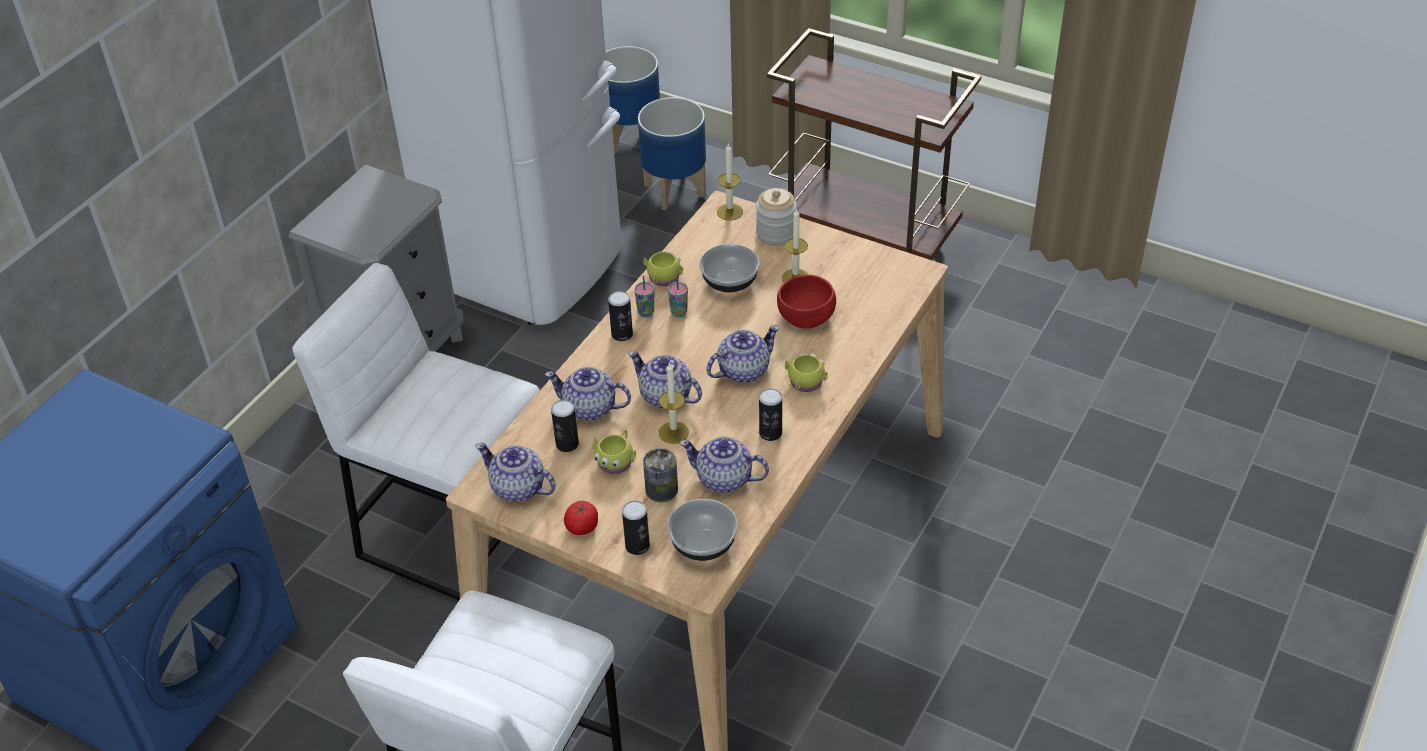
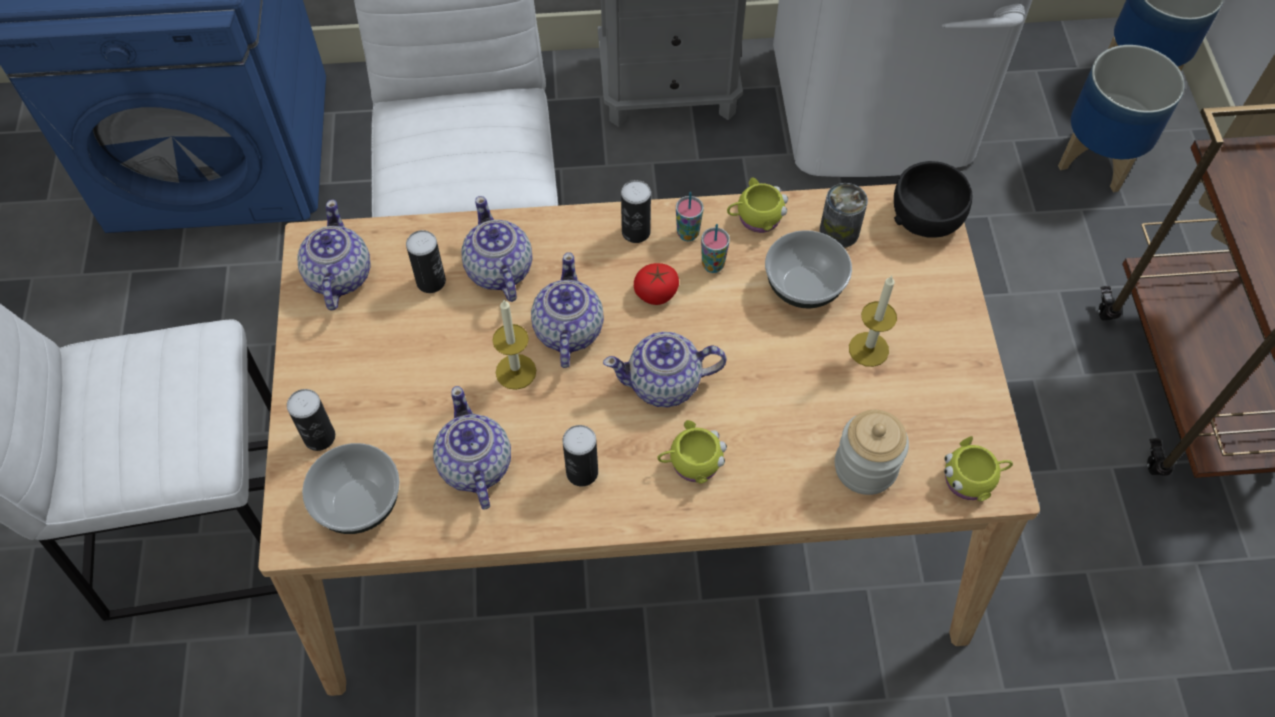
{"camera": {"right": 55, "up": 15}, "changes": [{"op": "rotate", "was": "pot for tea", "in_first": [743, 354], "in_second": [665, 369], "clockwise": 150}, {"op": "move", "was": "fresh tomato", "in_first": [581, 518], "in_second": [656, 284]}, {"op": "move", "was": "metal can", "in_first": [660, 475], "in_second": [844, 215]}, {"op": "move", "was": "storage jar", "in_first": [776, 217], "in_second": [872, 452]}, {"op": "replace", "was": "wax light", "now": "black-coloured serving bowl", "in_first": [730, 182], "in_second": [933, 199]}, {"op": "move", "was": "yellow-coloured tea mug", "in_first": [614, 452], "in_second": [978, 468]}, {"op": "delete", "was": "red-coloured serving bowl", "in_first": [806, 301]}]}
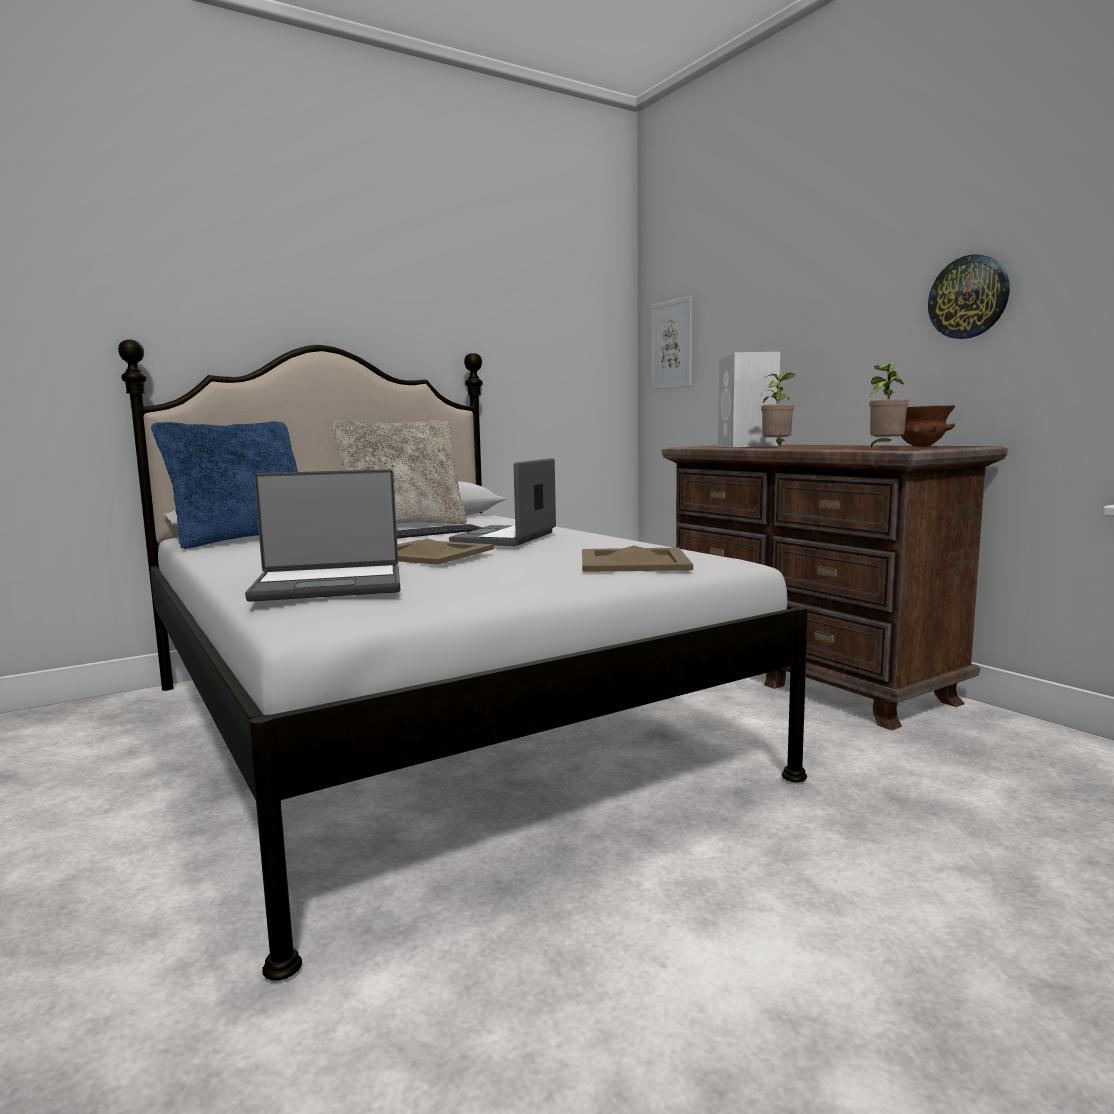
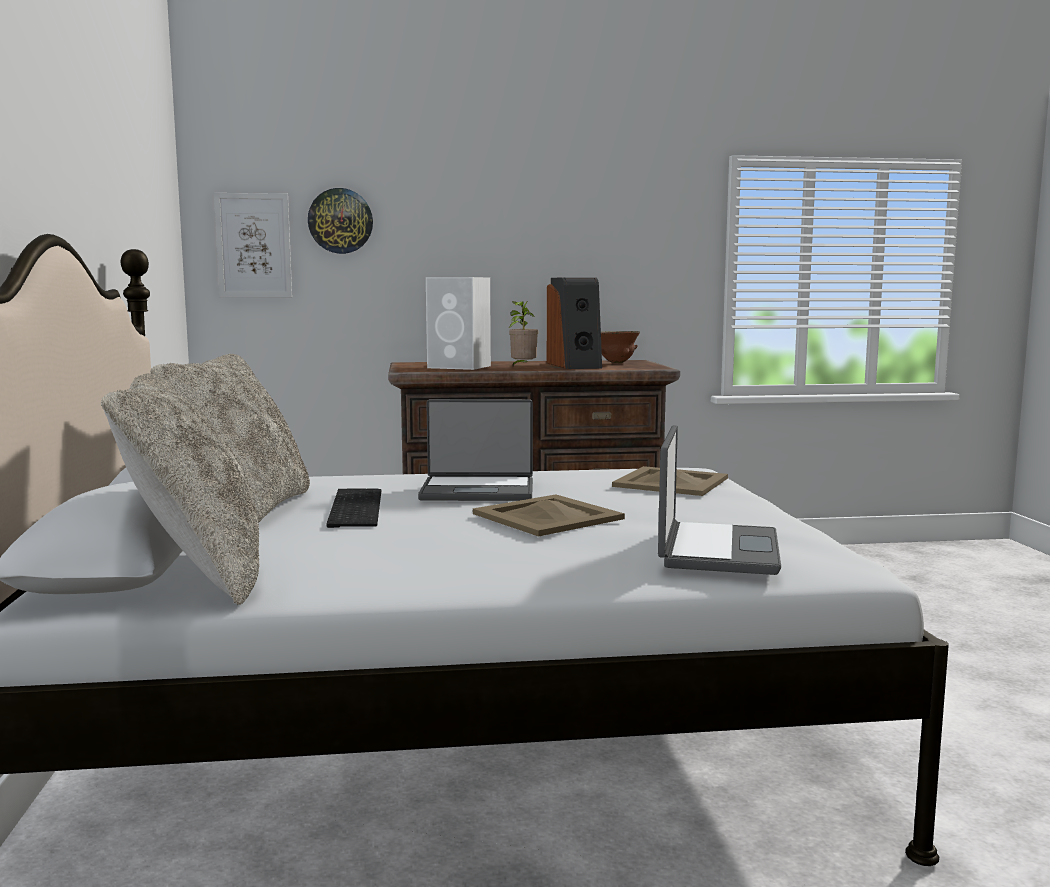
{"camera": {"right": -65, "up": 0}, "changes": [{"op": "recolor", "was": "blue-coloured pillow", "now": "beige-coloured pillow", "in_first": [224, 485], "in_second": [180, 489]}, {"op": "move", "was": "hanging clock", "in_first": [969, 296], "in_second": [340, 221]}, {"op": "rotate", "was": "portable computer", "in_first": [502, 502], "in_second": [475, 450], "clockwise": -45}, {"op": "insert", "now": "speaker", "in_second": [574, 323]}, {"op": "delete", "was": "plant in a pot", "in_first": [889, 406]}]}
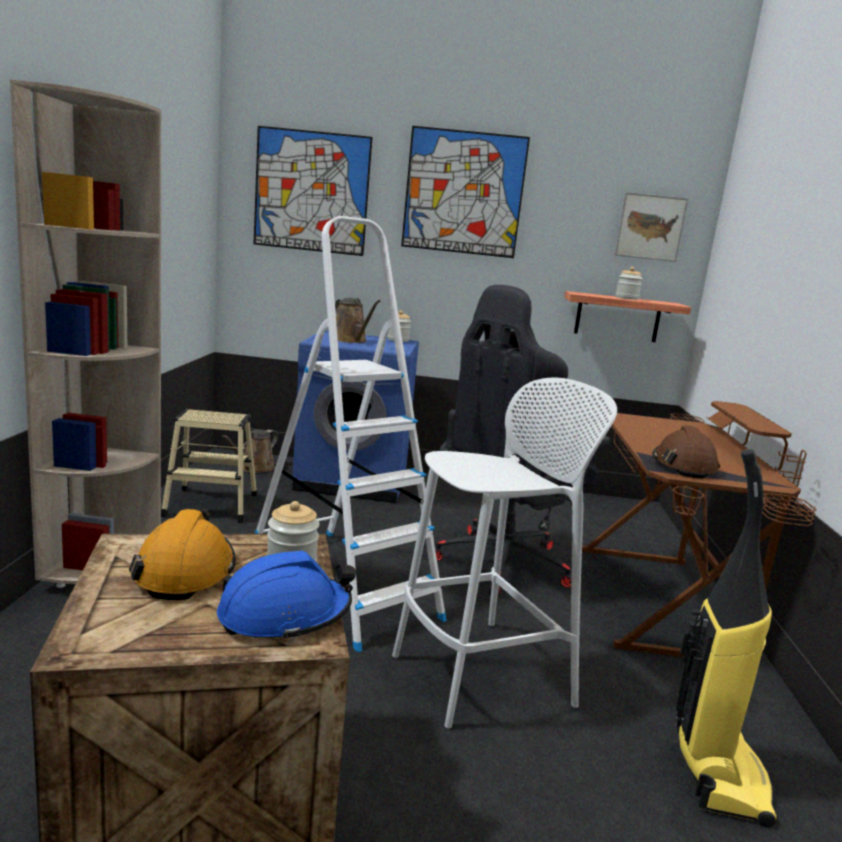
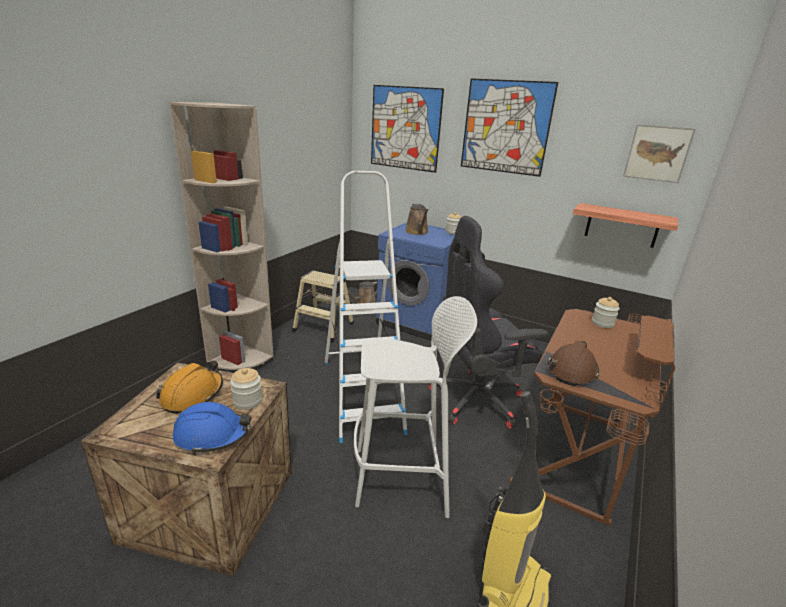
{"camera": {"right": 25, "up": 10}, "changes": [{"op": "move", "was": "storage jar", "in_first": [629, 283], "in_second": [606, 312]}]}
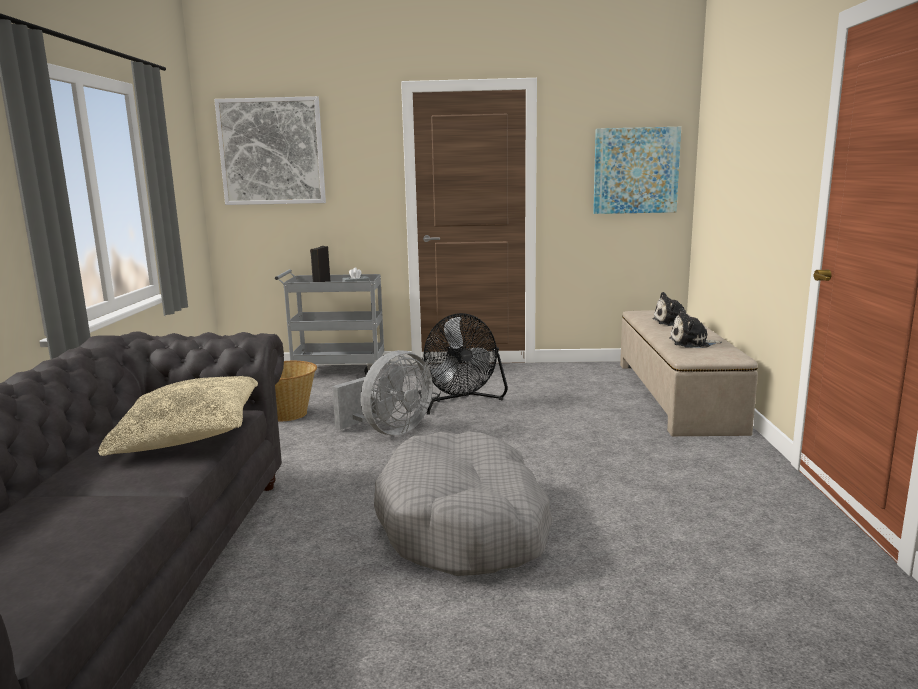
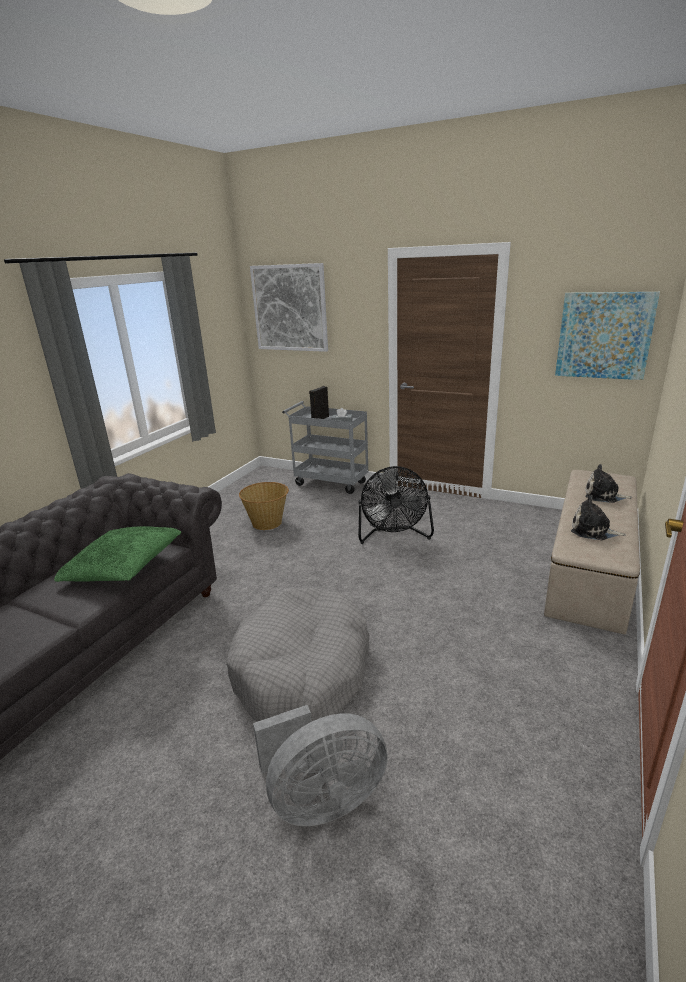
{"camera": {"right": 25, "up": 10}, "changes": [{"op": "recolor", "was": "beige-coloured pillow", "now": "greenish pillow", "in_first": [178, 416], "in_second": [117, 554]}, {"op": "move", "was": "grey cooling fan", "in_first": [382, 392], "in_second": [320, 765]}]}
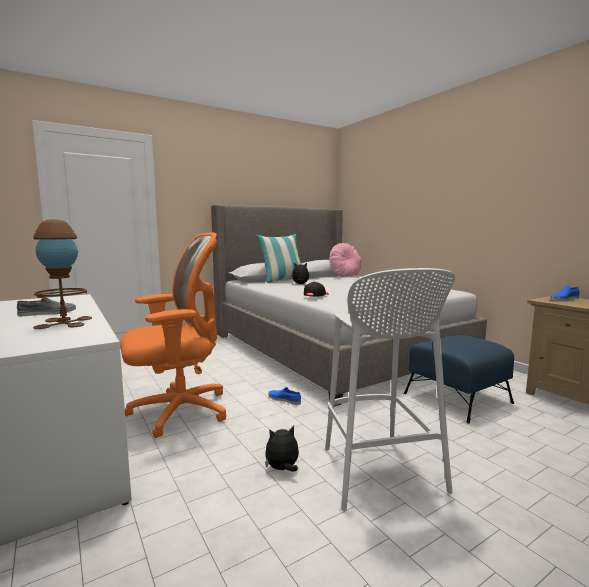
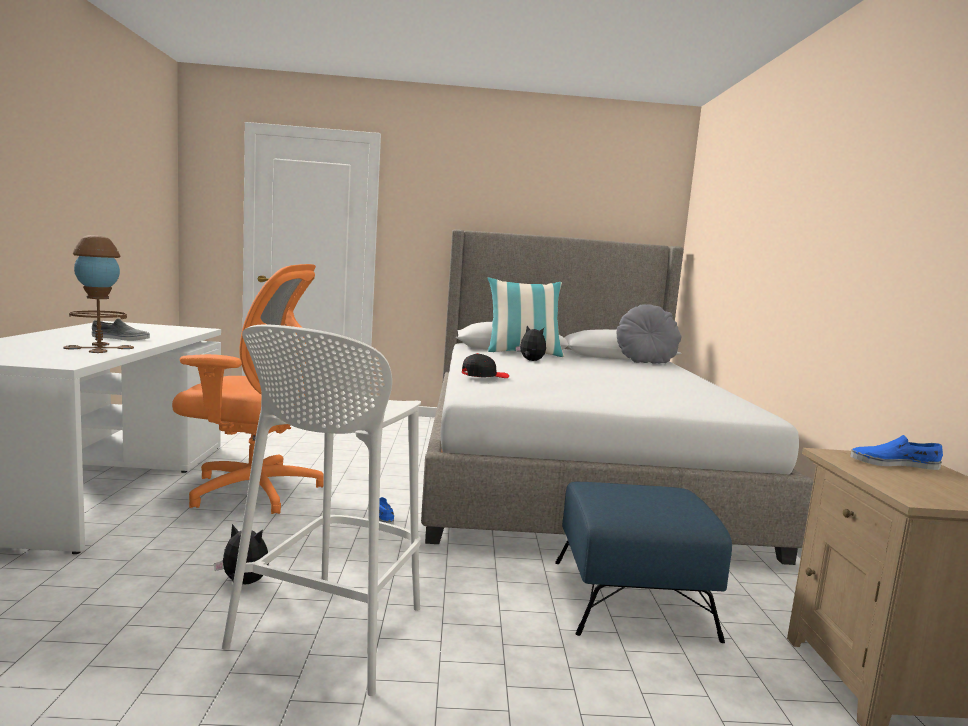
{"camera": {"right": 30, "up": 0}, "changes": [{"op": "recolor", "was": "pink-coloured pillow", "now": "grey pillow", "in_first": [345, 260], "in_second": [649, 334]}]}
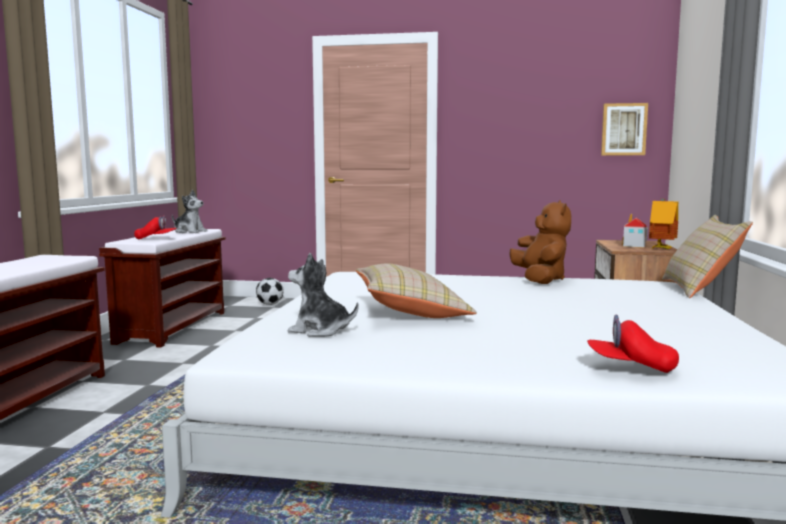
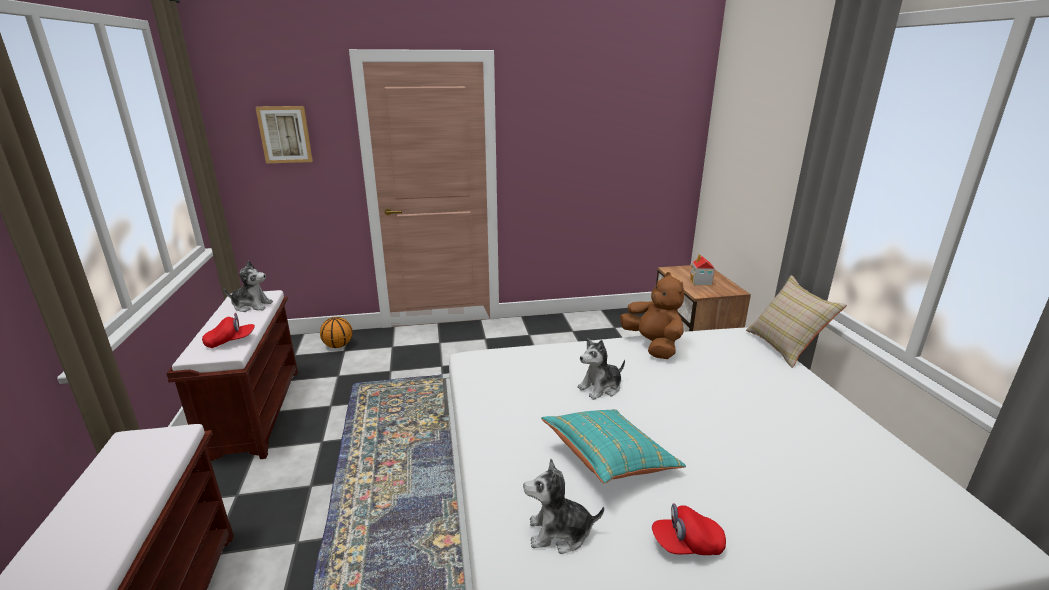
{"camera": {"right": -20, "up": 15}, "changes": [{"op": "move", "was": "picture", "in_first": [624, 129], "in_second": [284, 134]}, {"op": "replace", "was": "ball for football", "now": "basketball", "in_first": [270, 291], "in_second": [336, 332]}, {"op": "recolor", "was": "beige-coloured pillow", "now": "blue-green pillow", "in_first": [416, 291], "in_second": [613, 446]}, {"op": "insert", "now": "cuddly toy", "in_second": [601, 369]}, {"op": "move", "was": "red-coloured peaked cap", "in_first": [633, 344], "in_second": [689, 529]}, {"op": "delete", "was": "toy house", "in_first": [663, 224]}]}
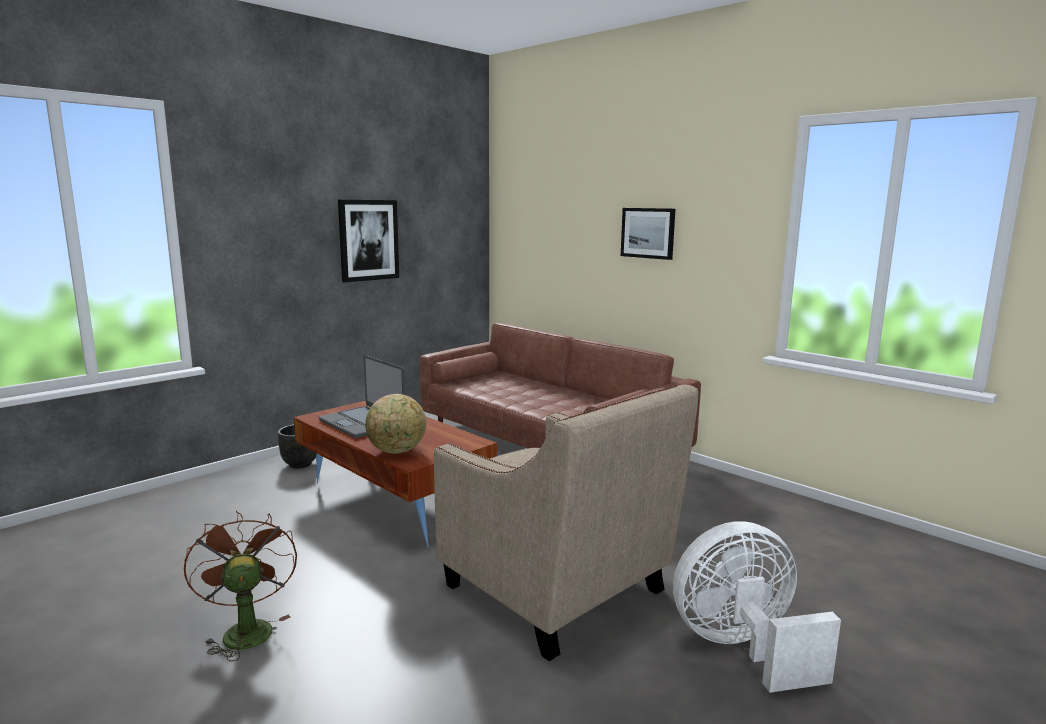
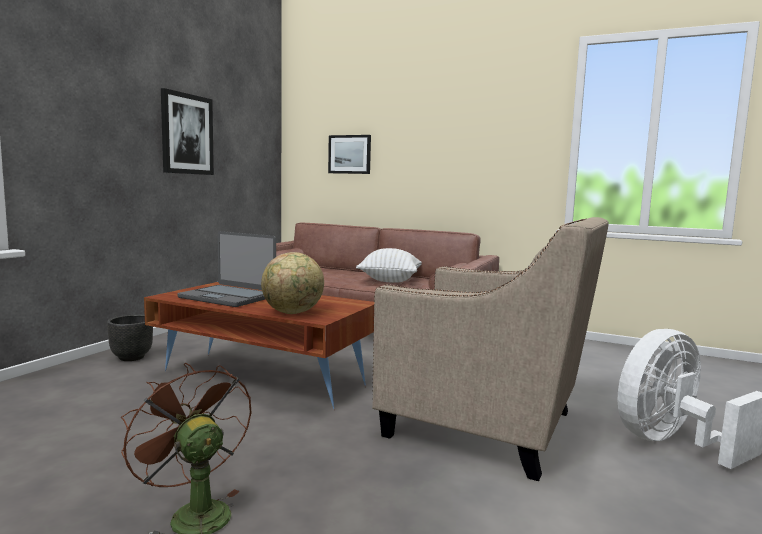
{"camera": {"right": -20, "up": -5}, "changes": [{"op": "move", "was": "picture", "in_first": [648, 234], "in_second": [349, 154]}, {"op": "insert", "now": "white pillow", "in_second": [389, 265]}]}
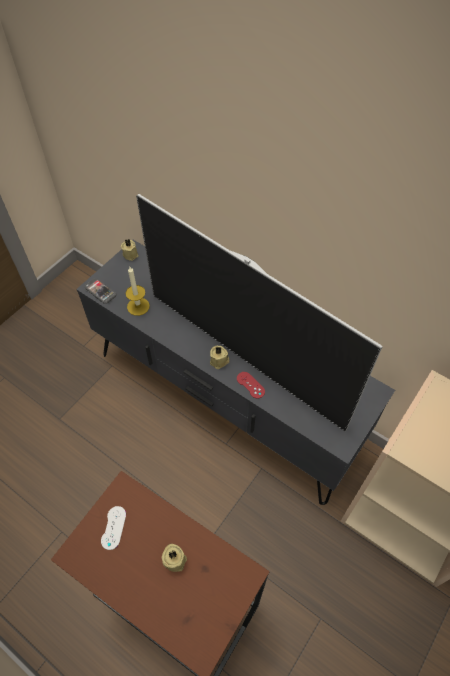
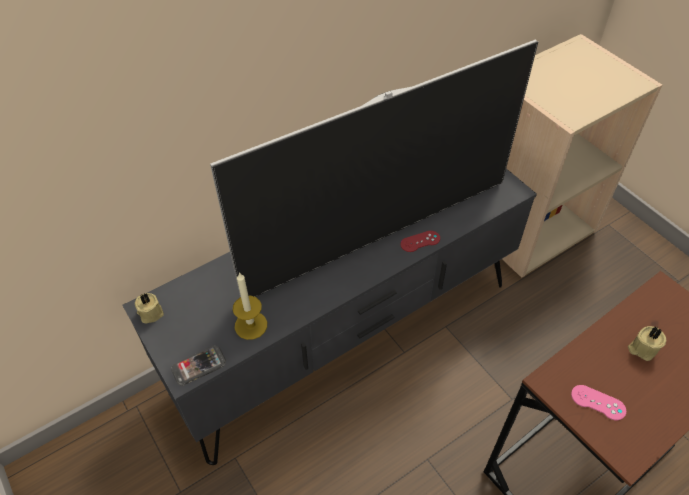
{"camera": {"right": -70, "up": -5}, "changes": [{"op": "recolor", "was": "white gamepad", "now": "pink-coloured gamepad", "in_first": [113, 528], "in_second": [598, 402]}, {"op": "delete", "was": "beige-coloured wax light", "in_first": [219, 357]}]}
